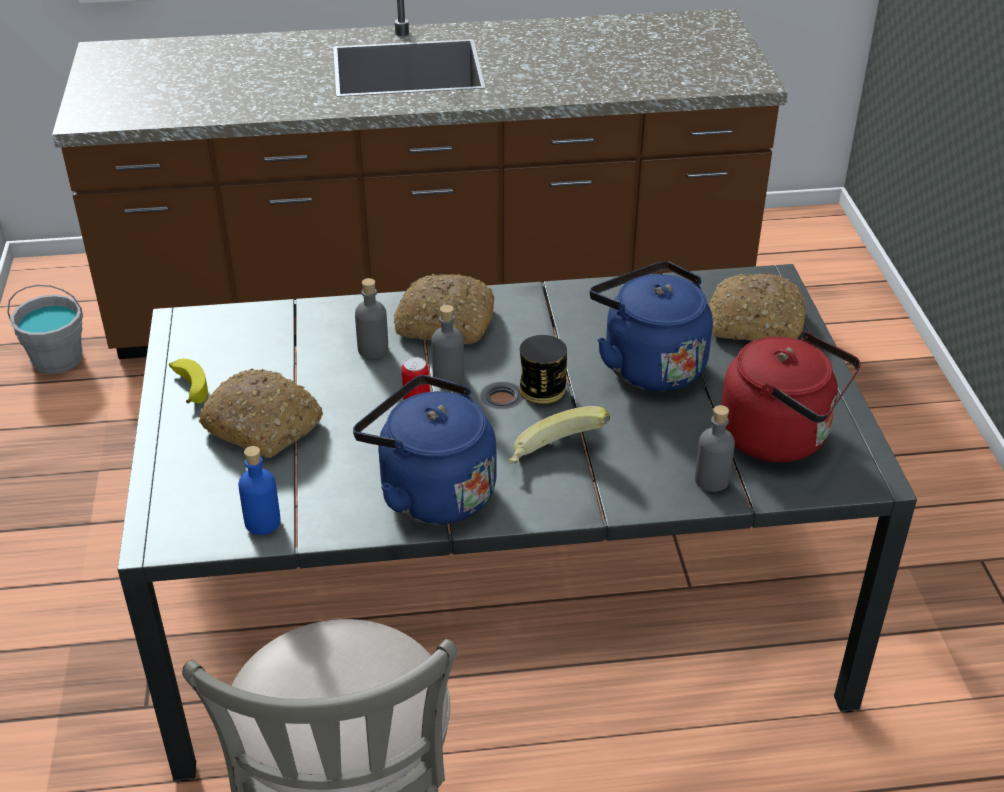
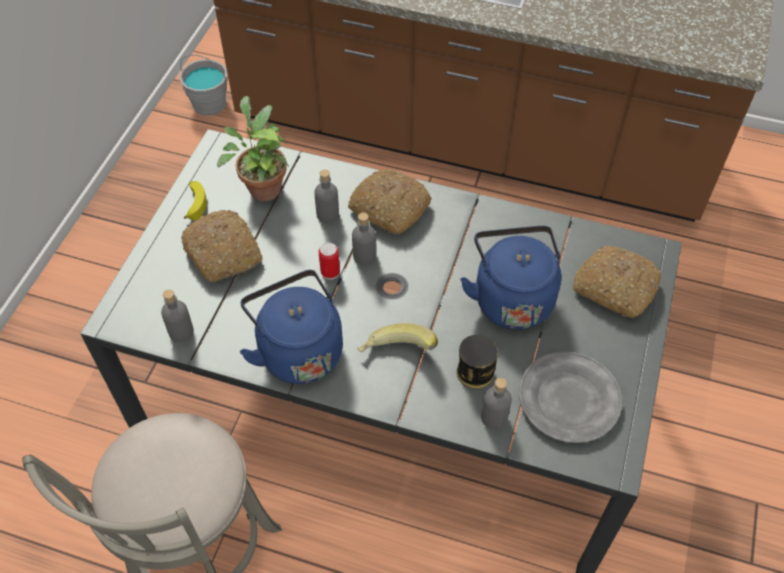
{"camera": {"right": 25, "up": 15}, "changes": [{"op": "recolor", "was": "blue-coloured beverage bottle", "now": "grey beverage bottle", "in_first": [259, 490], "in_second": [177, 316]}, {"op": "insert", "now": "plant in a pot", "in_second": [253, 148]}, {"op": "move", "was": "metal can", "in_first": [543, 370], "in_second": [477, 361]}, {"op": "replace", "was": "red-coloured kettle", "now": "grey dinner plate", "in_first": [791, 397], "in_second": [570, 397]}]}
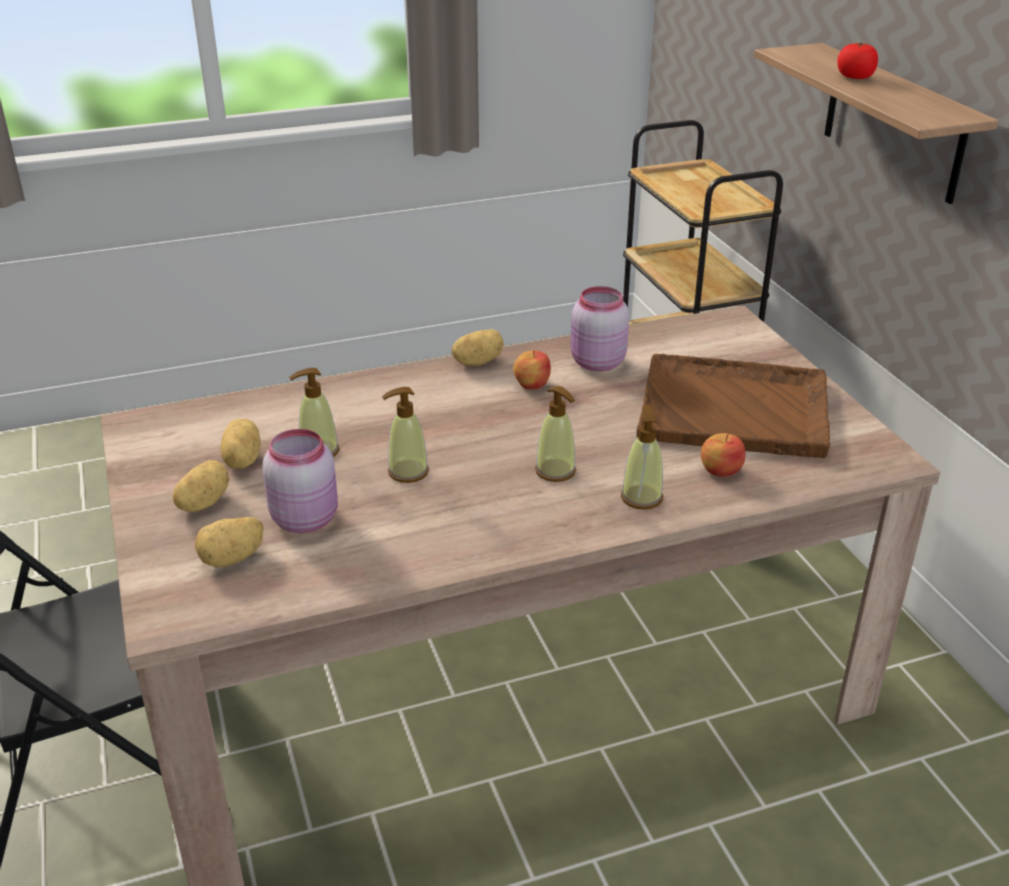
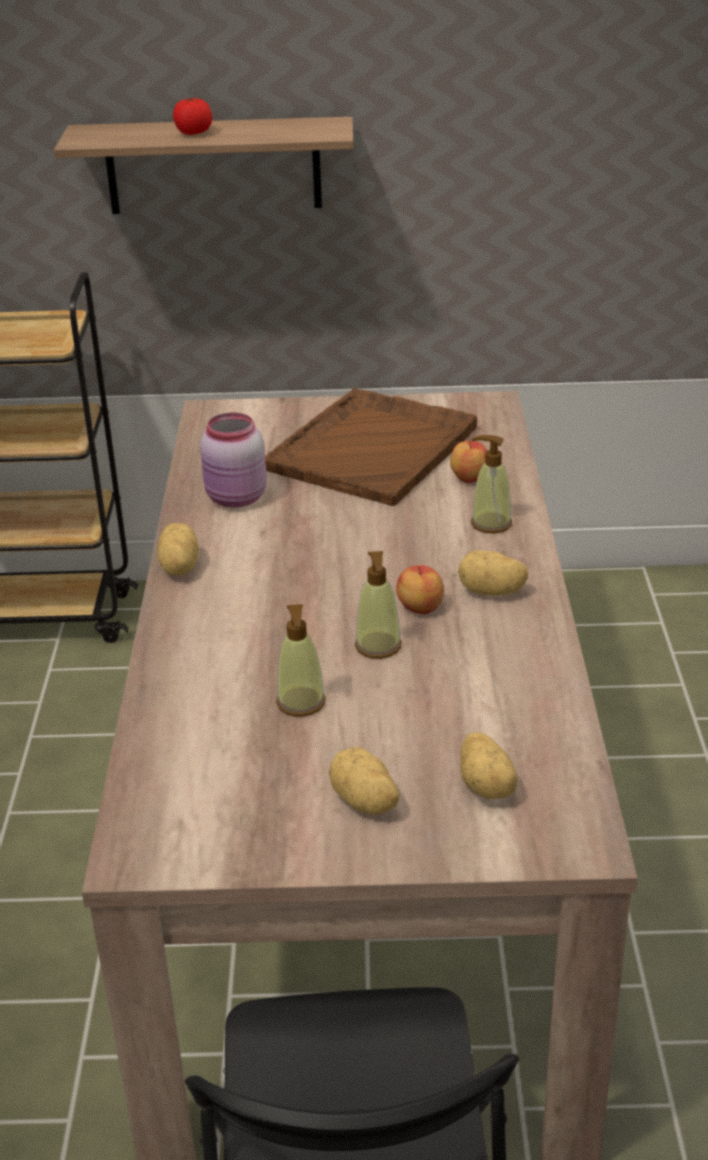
{"camera": {"right": -70, "up": 0}, "changes": [{"op": "move", "was": "apple fruit", "in_first": [532, 370], "in_second": [420, 589]}, {"op": "move", "was": "whole potato", "in_first": [240, 444], "in_second": [493, 573]}, {"op": "delete", "was": "pink-coloured storage jar", "in_first": [300, 481]}, {"op": "delete", "was": "liquid soap bottle", "in_first": [555, 434]}]}
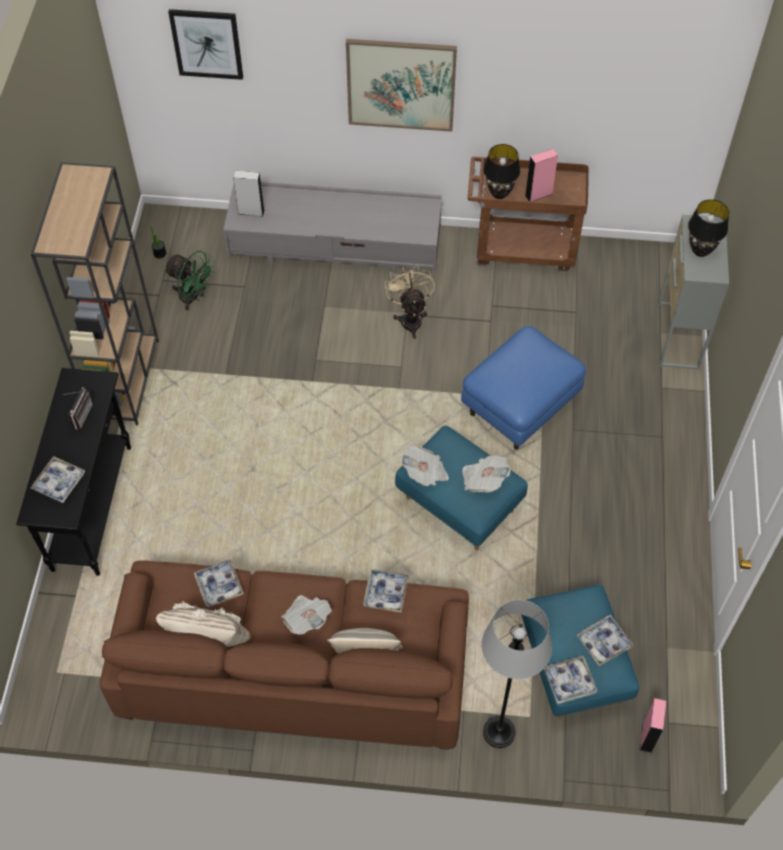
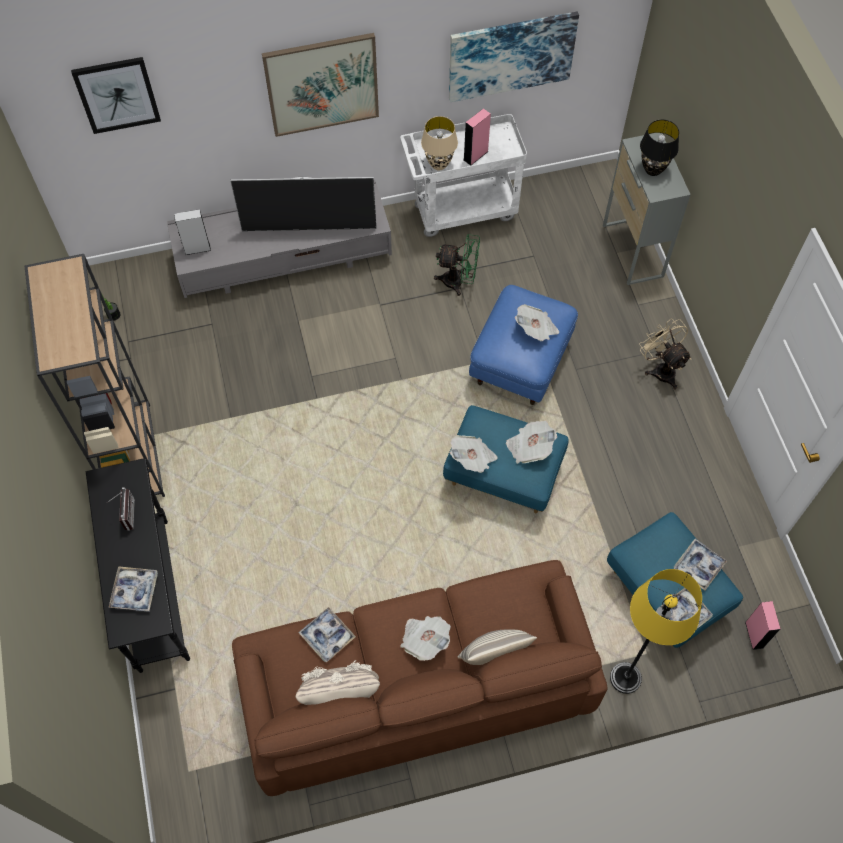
{"camera": {"right": -20, "up": 5}, "changes": [{"op": "insert", "now": "TV", "in_second": [304, 204]}, {"op": "recolor", "was": "brown-coloured trolley", "now": "white trolley", "in_first": [528, 215], "in_second": [463, 175]}, {"op": "recolor", "was": "black-coloured lamp for a table", "now": "beige-coloured lamp for a table", "in_first": [501, 171], "in_second": [439, 143]}, {"op": "move", "was": "greenish cooling fan", "in_first": [189, 280], "in_second": [457, 265]}, {"op": "insert", "now": "picture", "in_second": [514, 56]}, {"op": "insert", "now": "daily paper", "in_second": [537, 322]}, {"op": "recolor", "was": "grey standing lamp", "now": "yellow-coloured standing lamp", "in_first": [517, 674], "in_second": [656, 631]}, {"op": "move", "was": "beige-coloured cooling fan", "in_first": [410, 302], "in_second": [665, 354]}, {"op": "delete", "was": "carrying tray", "in_first": [386, 591]}]}
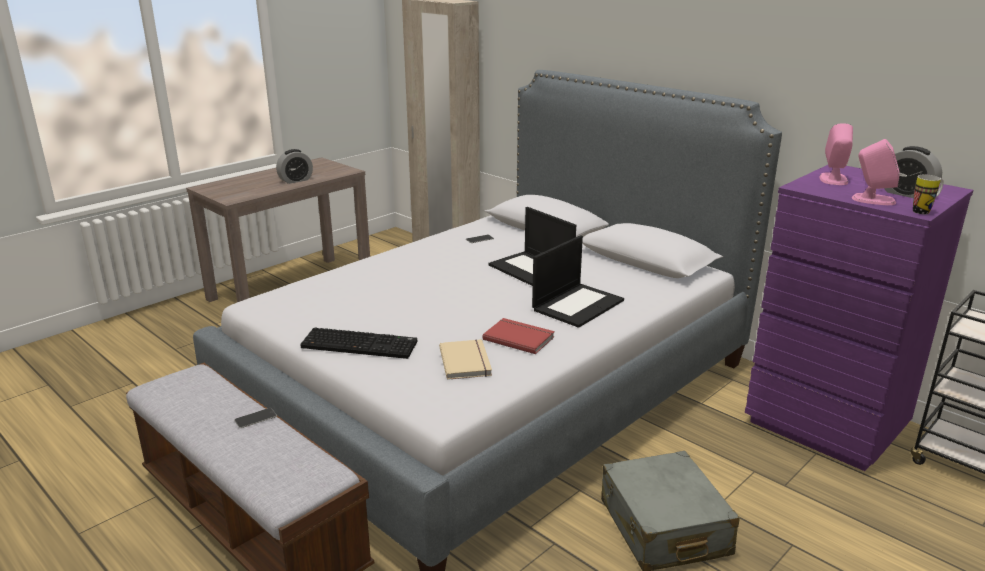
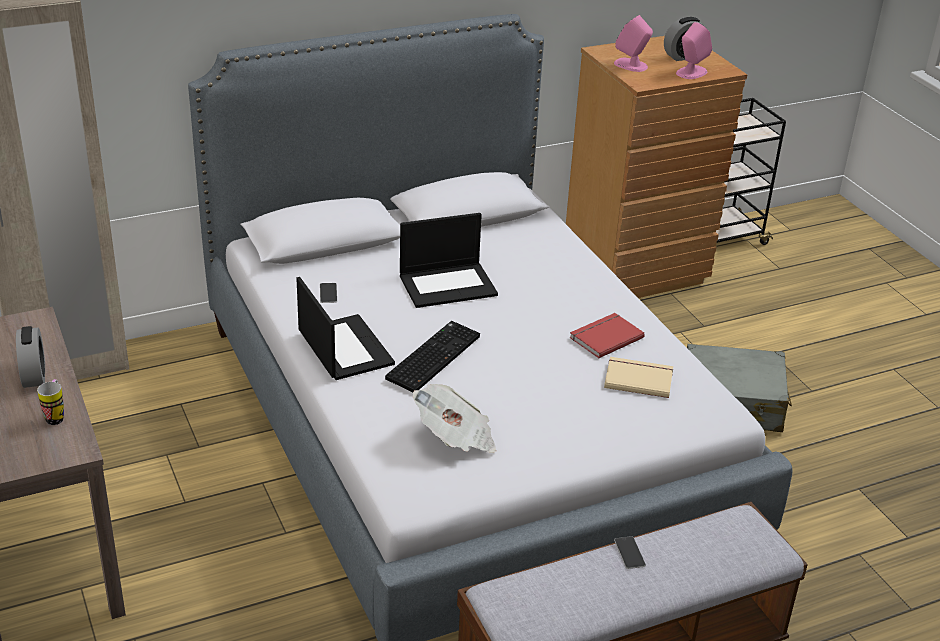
{"camera": {"right": -70, "up": 10}, "changes": [{"op": "move", "was": "tea mug", "in_first": [928, 194], "in_second": [50, 402]}, {"op": "move", "was": "portable computer", "in_first": [578, 281], "in_second": [345, 328]}, {"op": "move", "was": "keyboard", "in_first": [358, 343], "in_second": [432, 356]}, {"op": "insert", "now": "daily paper", "in_second": [455, 418]}, {"op": "recolor", "was": "purple dresser", "now": "brown-coloured dresser", "in_first": [859, 318], "in_second": [656, 167]}]}
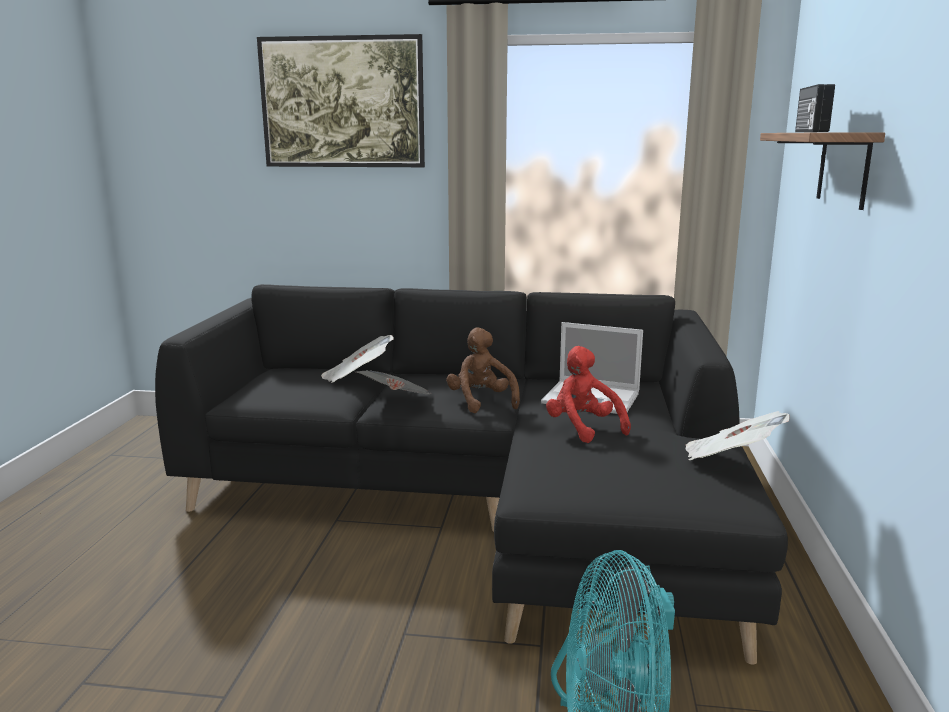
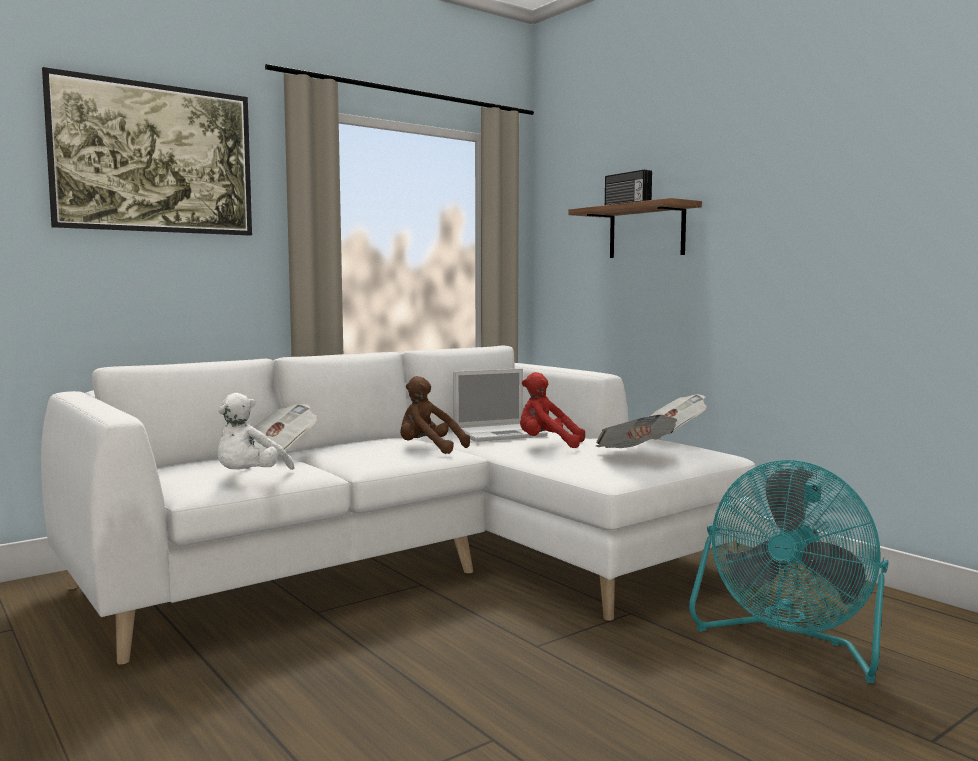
{"camera": {"right": -45, "up": -10}, "changes": [{"op": "recolor", "was": "black-coloured couch", "now": "white couch", "in_first": [471, 474], "in_second": [399, 505]}, {"op": "insert", "now": "white cuddly toy", "in_second": [256, 431]}, {"op": "move", "was": "daily paper", "in_first": [393, 382], "in_second": [636, 431]}]}
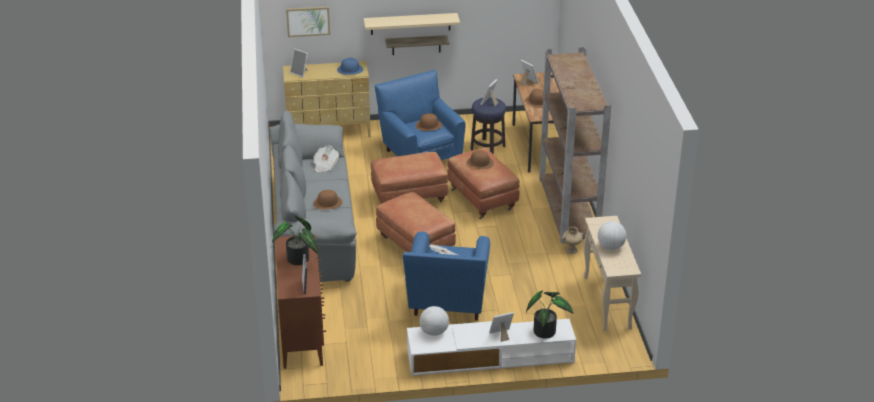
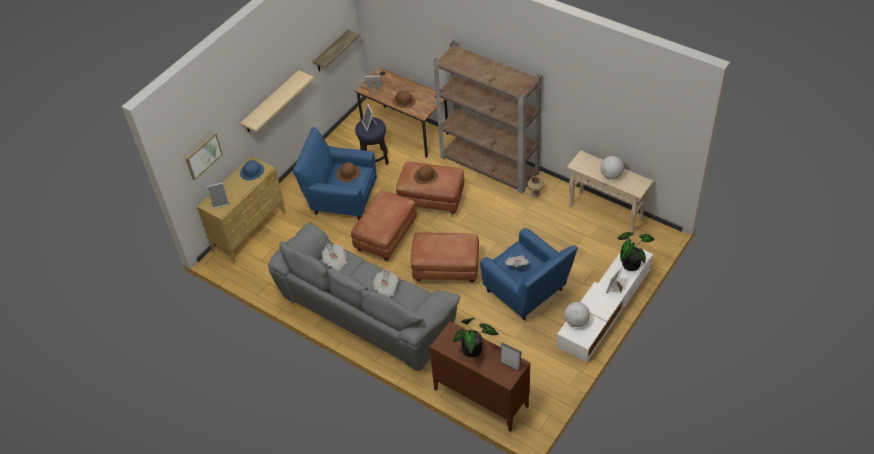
{"camera": {"right": -45, "up": 15}, "changes": [{"op": "move", "was": "wall shelf", "in_first": [417, 45], "in_second": [336, 50]}, {"op": "replace", "was": "brown-coloured clothing hat", "now": "daily paper", "in_first": [327, 200], "in_second": [385, 283]}]}
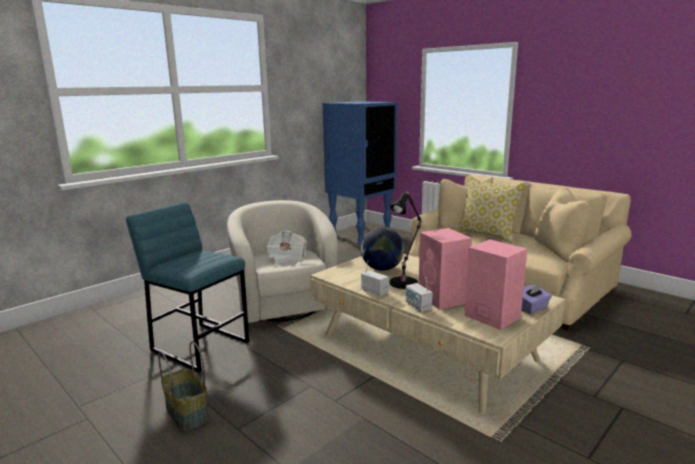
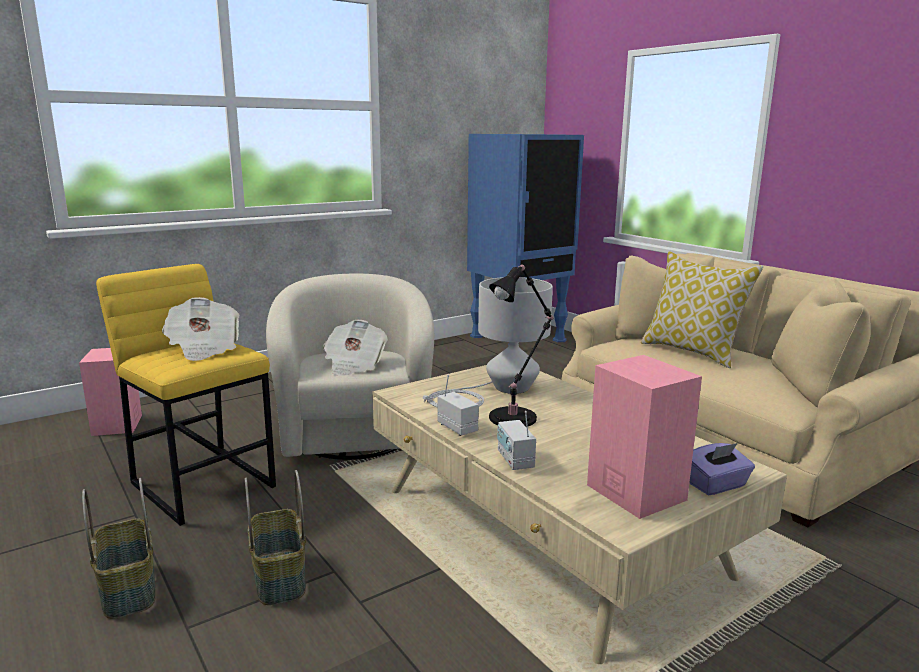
{"camera": {"right": 10, "up": 0}, "changes": [{"op": "move", "was": "pink-coloured speaker", "in_first": [445, 269], "in_second": [110, 392]}, {"op": "recolor", "was": "blue-coloured stool", "now": "yellow-coloured stool", "in_first": [187, 287], "in_second": [186, 395]}, {"op": "insert", "now": "daily paper", "in_second": [200, 329]}, {"op": "insert", "now": "storage basket", "in_second": [275, 537]}, {"op": "replace", "was": "desk globe", "now": "grey lamp for a table", "in_first": [382, 249], "in_second": [487, 342]}]}
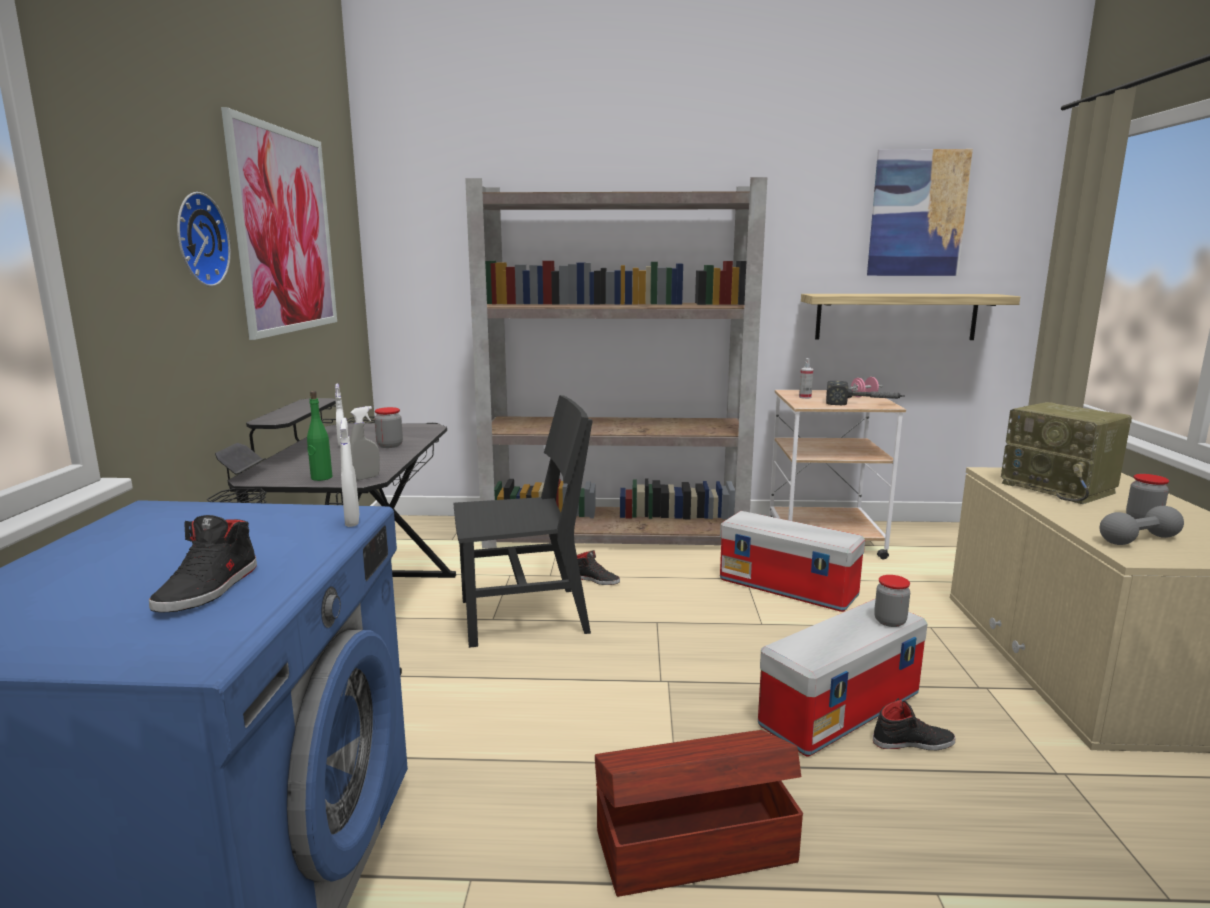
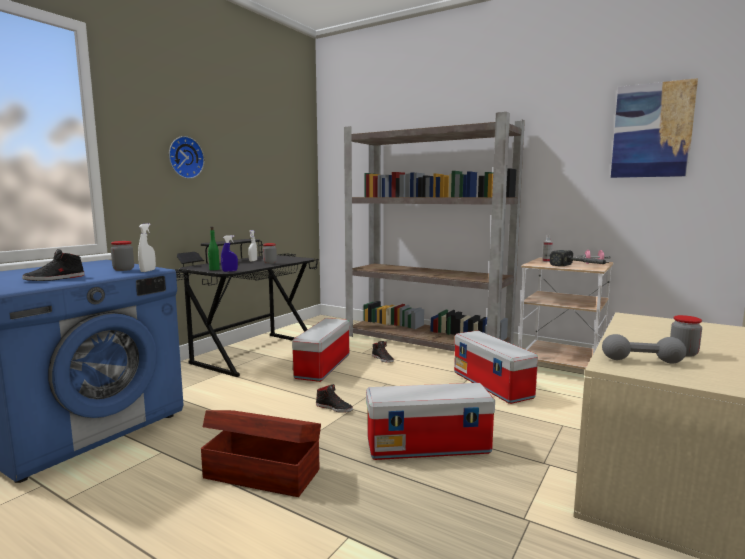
{"camera": {"right": 30, "up": -5}, "changes": [{"op": "move", "was": "storage jar", "in_first": [892, 601], "in_second": [122, 256]}, {"op": "recolor", "was": "grey spray bottle", "now": "blue-coloured spray bottle", "in_first": [365, 443], "in_second": [229, 253]}, {"op": "replace", "was": "black-coloured plain chair", "now": "storage box", "in_first": [523, 521], "in_second": [321, 350]}, {"op": "move", "was": "black-coloured item of footwear", "in_first": [914, 724], "in_second": [334, 398]}, {"op": "delete", "was": "picture", "in_first": [279, 223]}, {"op": "delete", "was": "wall shelf", "in_first": [910, 317]}, {"op": "delete", "was": "radio", "in_first": [1066, 453]}]}
